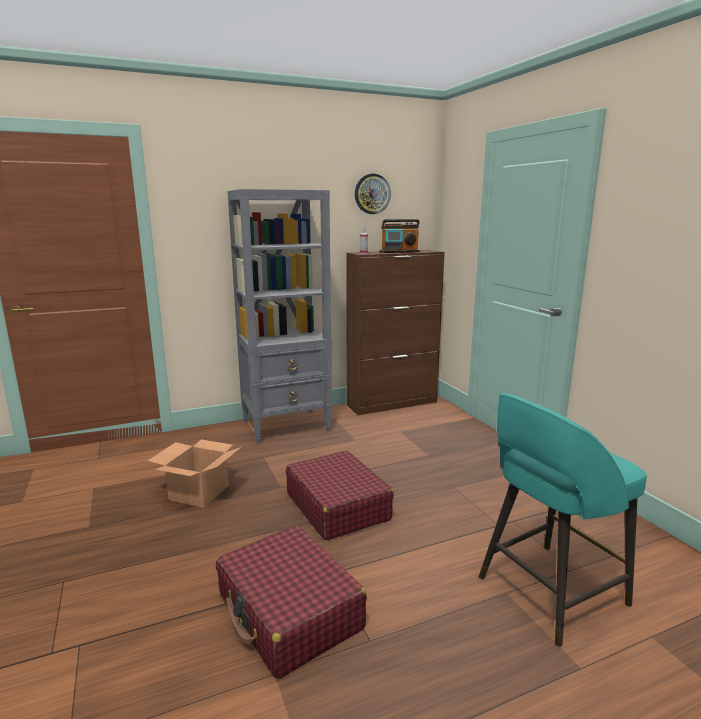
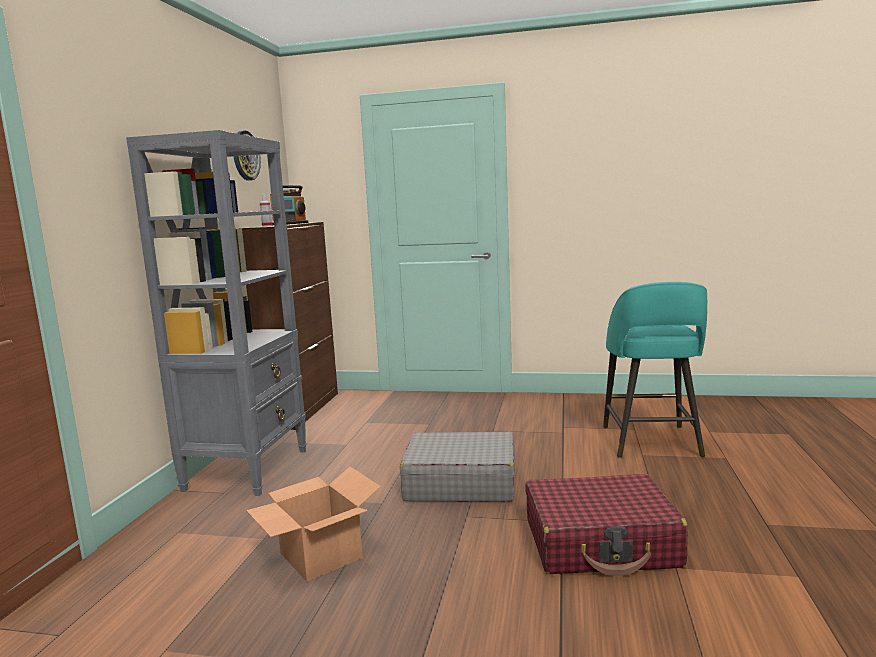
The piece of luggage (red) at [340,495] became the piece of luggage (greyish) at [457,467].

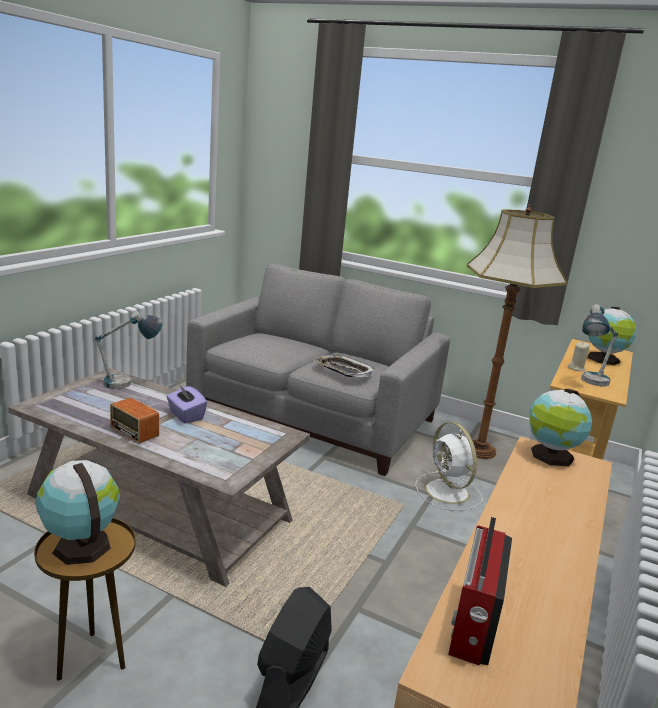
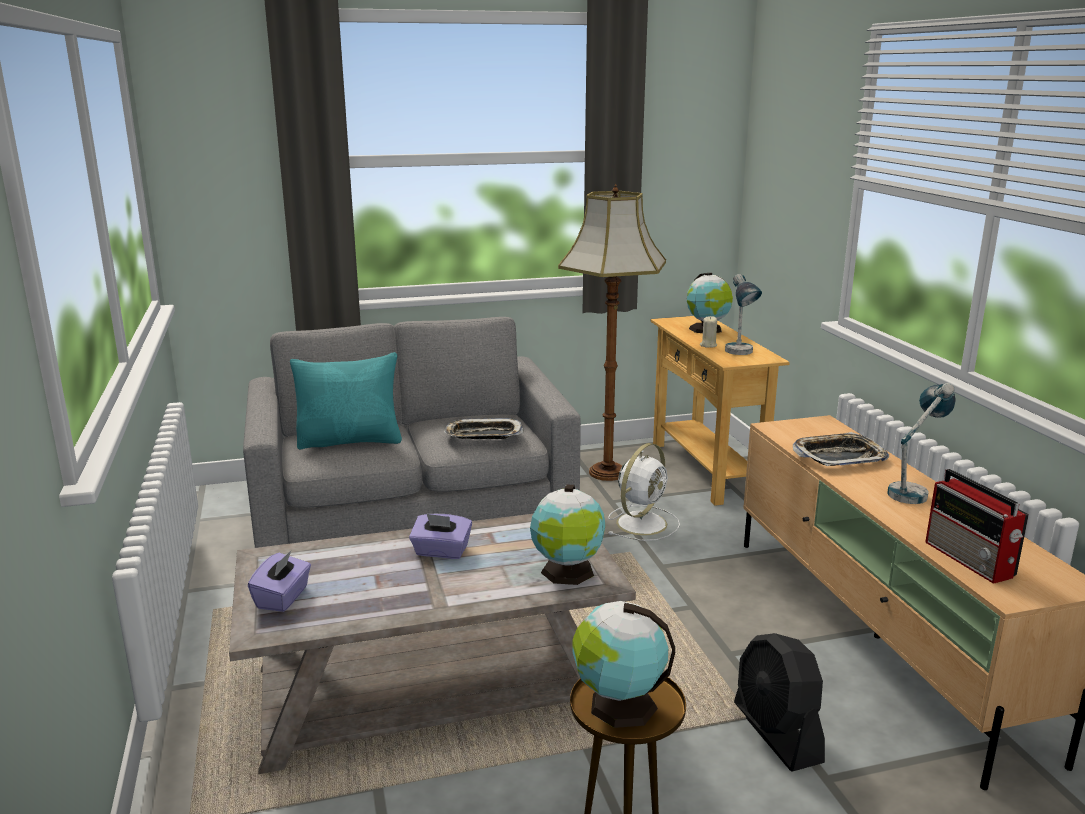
The tissue holder (purple) at [279,581] appeared. The cushion (turquoise-coloured) at [346,400] appeared. The world globe moved from [560,427] to [568,534]. The fan (white-coloured) at [449,466] turned 75 degrees counterclockwise. The tray at [841,449] appeared. The table lamp moved from [129,350] to [921,443]. The radio at [132,421] disappeared.

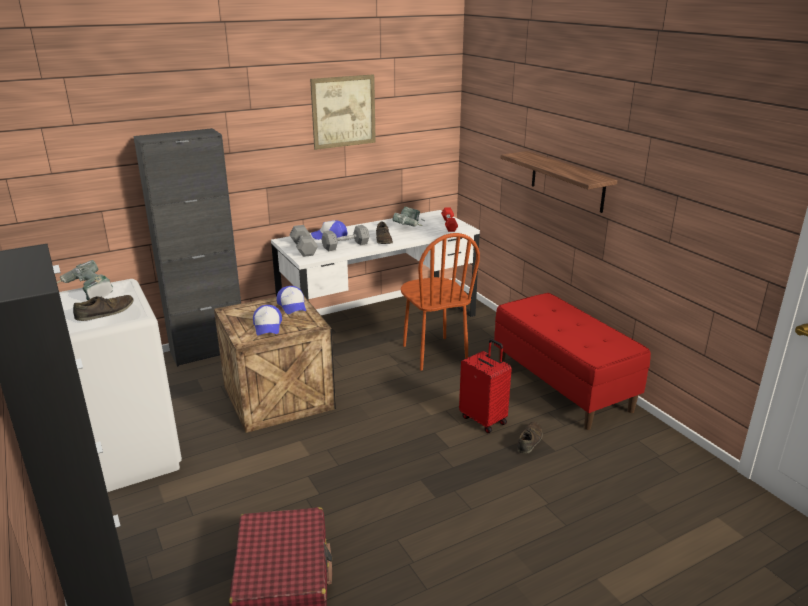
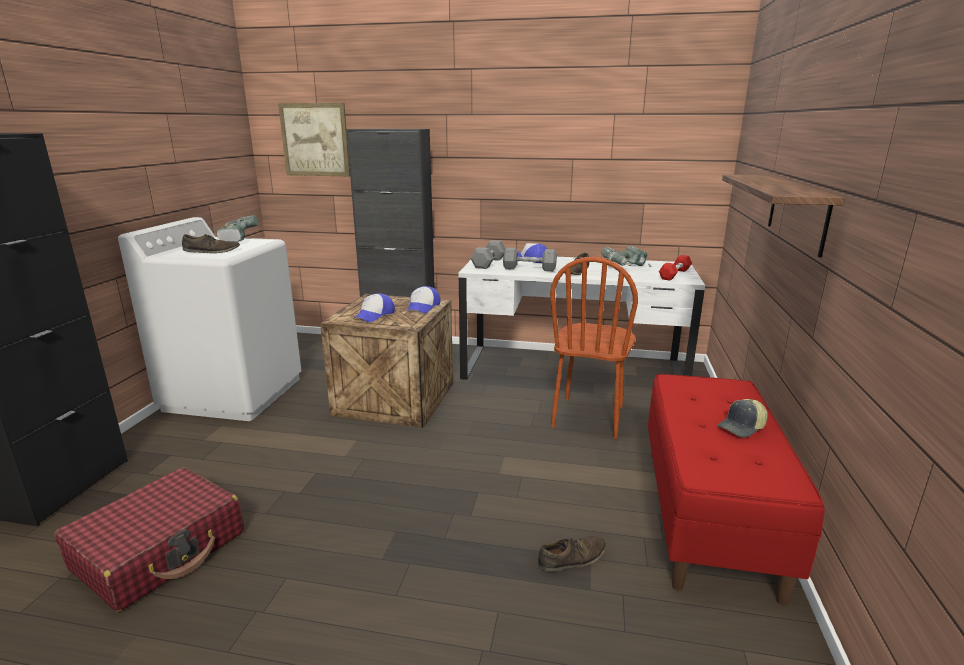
The wall art moved from [343,112] to [314,139]. The peaked cap at [742,418] appeared. The piece of luggage (red) at [485,386] disappeared.

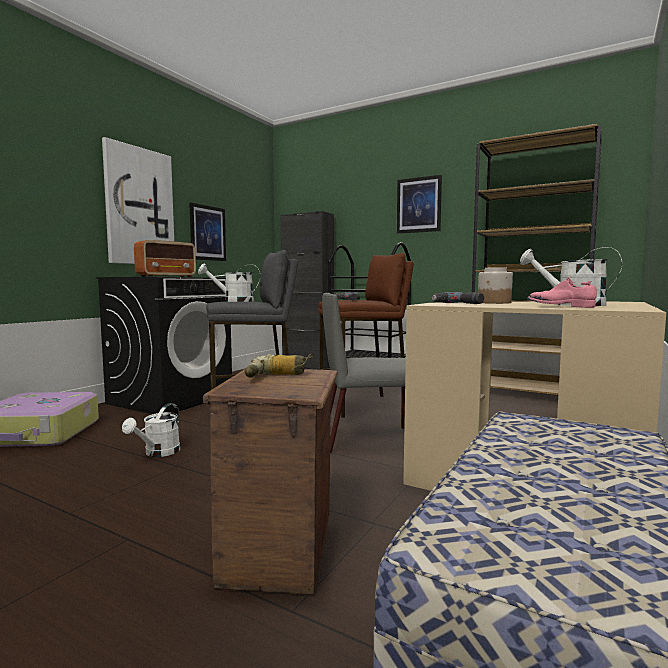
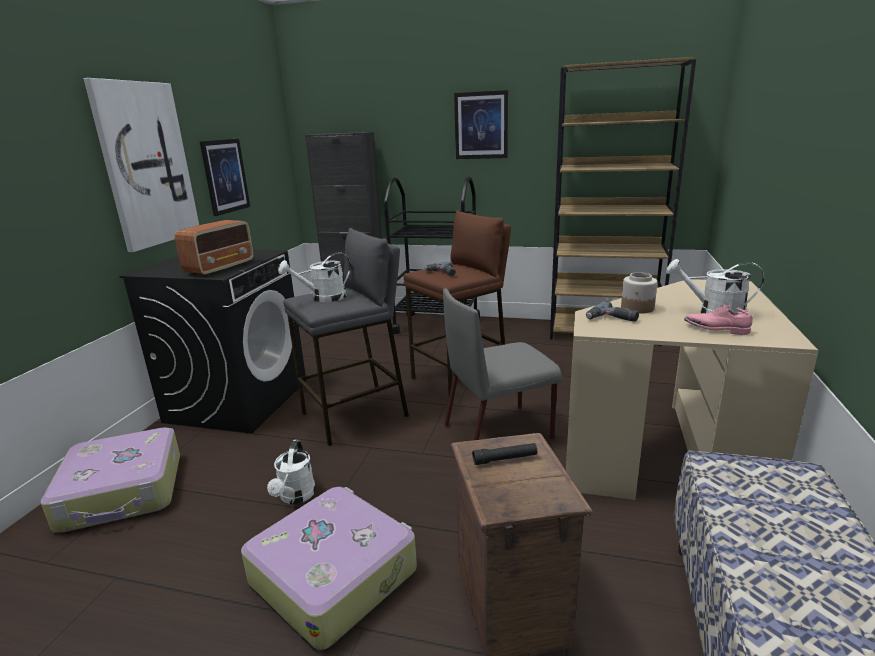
The piece of luggage at [329,568] appeared. The power drill at [279,365] was replaced by the flashlight (blackish) at [504,454].

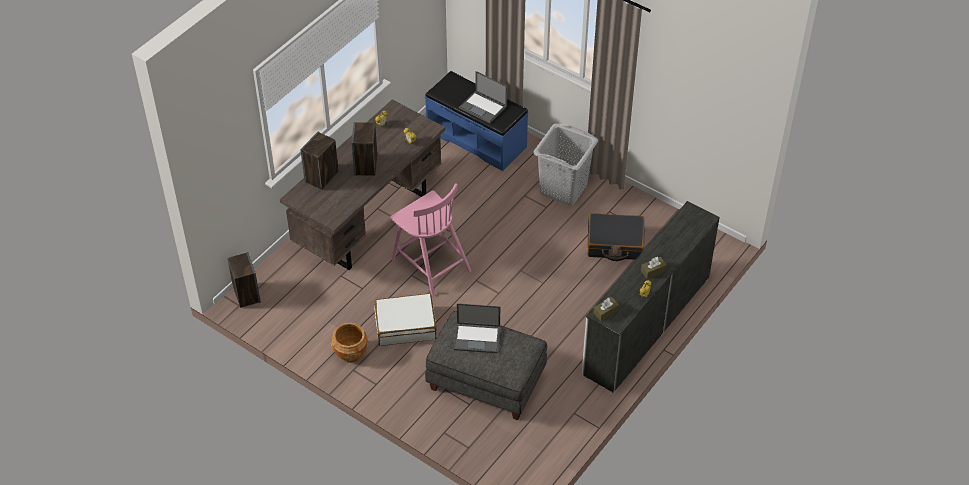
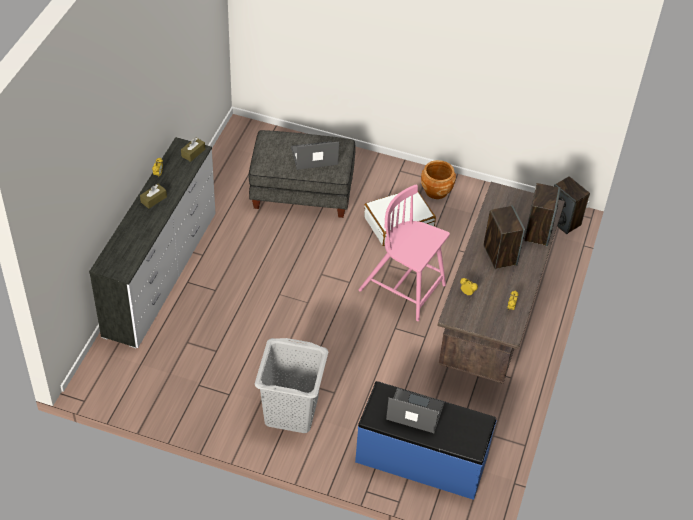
The piece of luggage (blackish) at [615,237] disappeared.

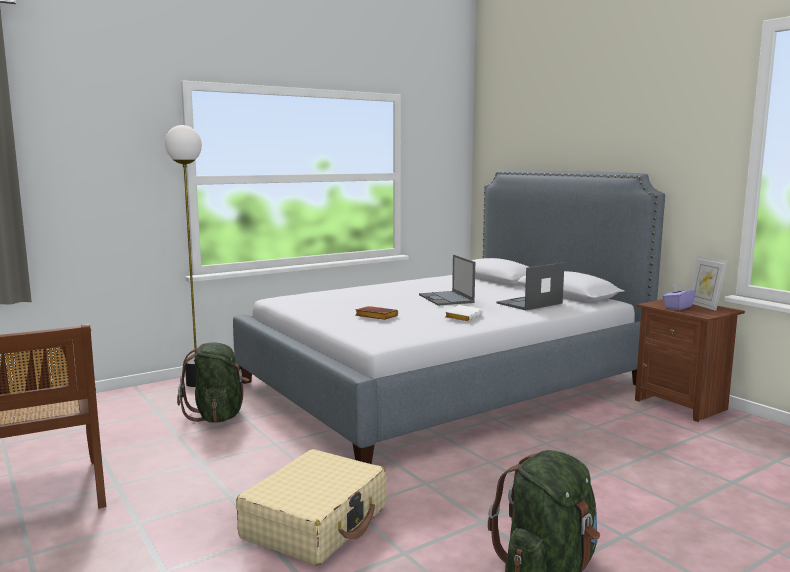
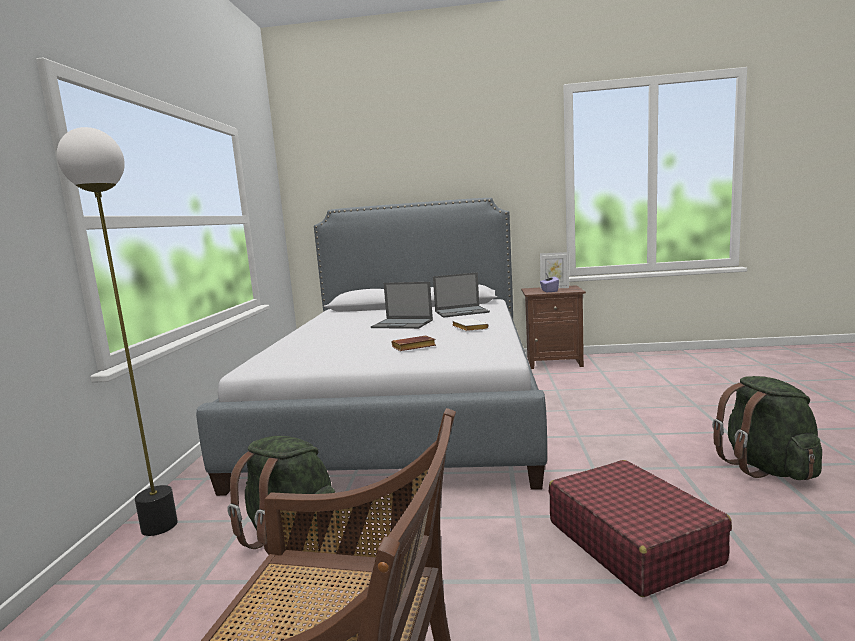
The notebook computer at [530,286] turned 105 degrees counterclockwise. The piece of luggage (sand-coloured) at [311,507] became the piece of luggage (red) at [640,528].

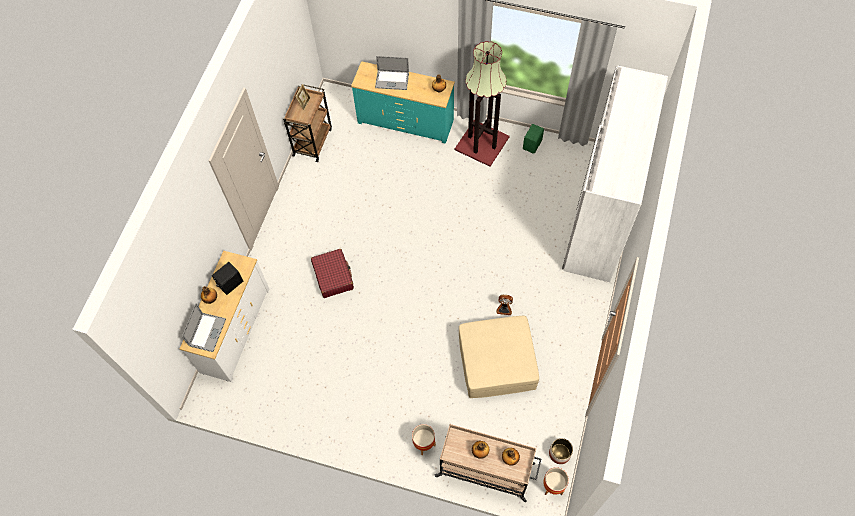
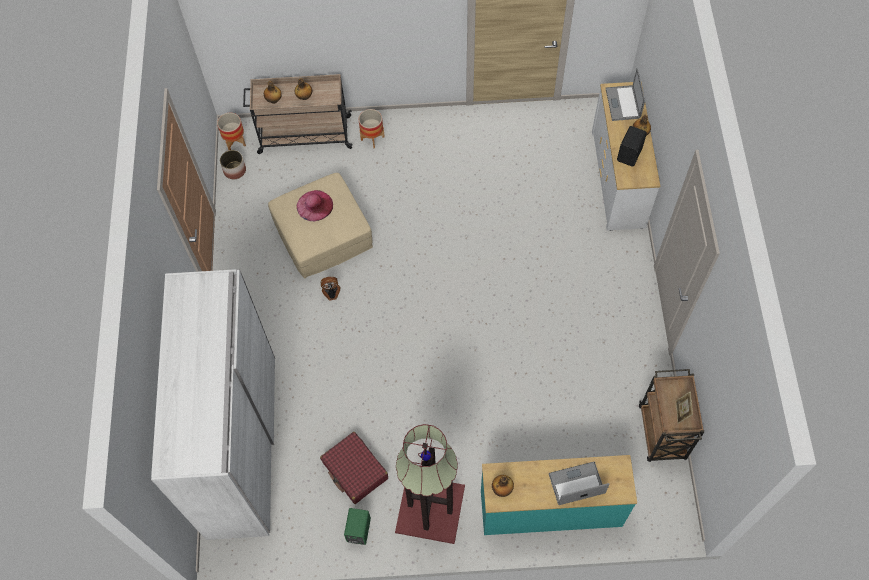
The wearable hat (pink-coloured) at [315,206] appeared. The piece of luggage (red) moved from [332,273] to [354,468].

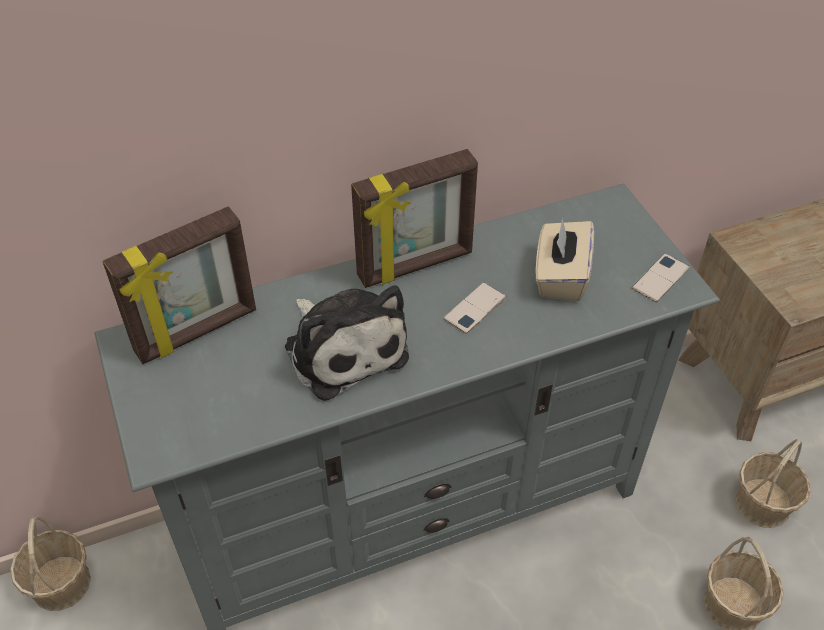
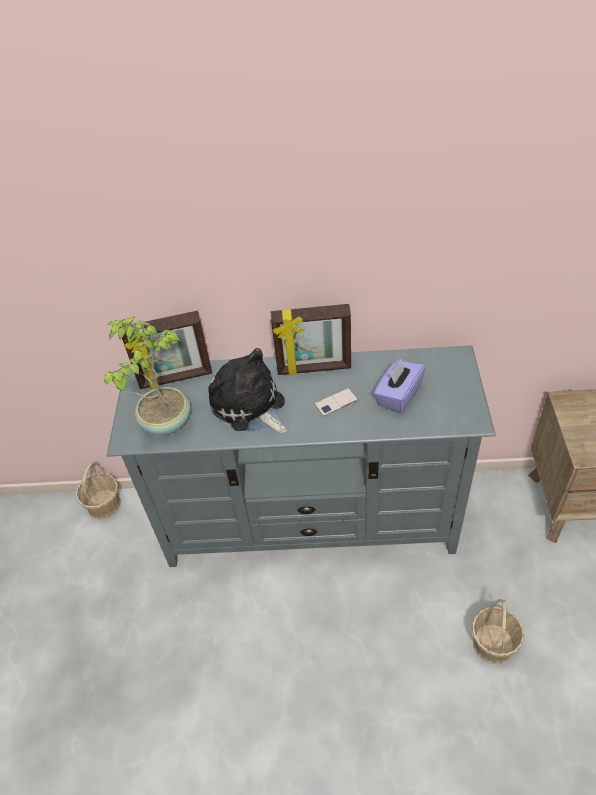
The potted plant at [147,375] appeared. The soft toy at [347,343] turned 150 degrees clockwise. The tissue holder (sand-coloured) at [564,260] became the tissue holder (purple) at [400,386]. The phone at [660,278] disappeared. The basket at [773,483] disappeared.

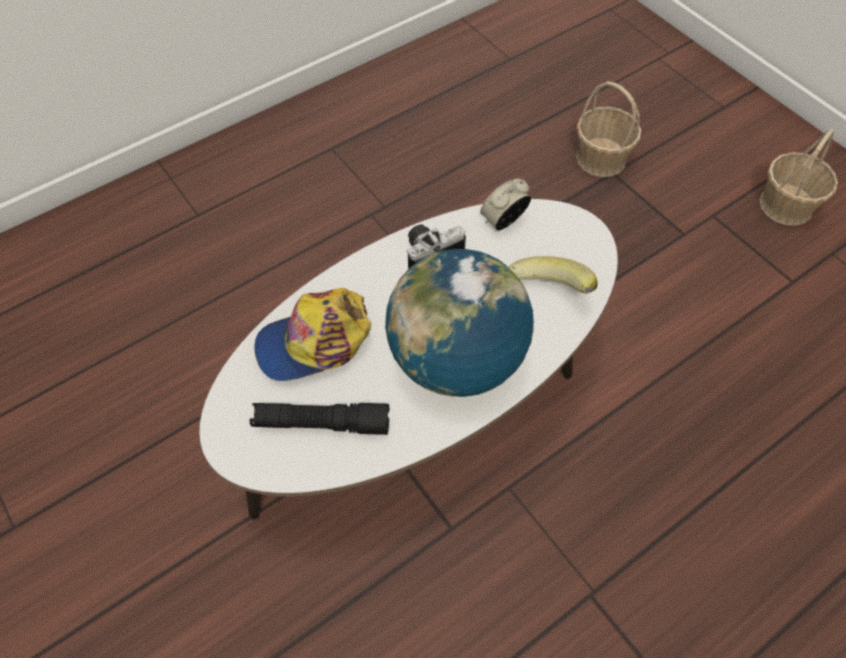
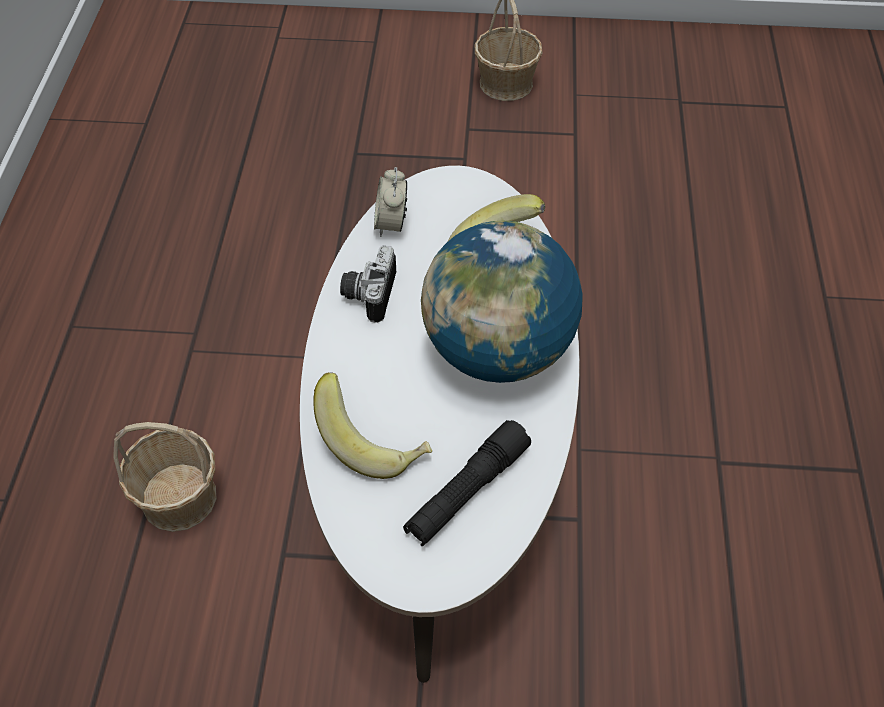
The basket moved from [609,129] to [165,477]. The peaked cap at [312,334] was replaced by the banana at [372,425].

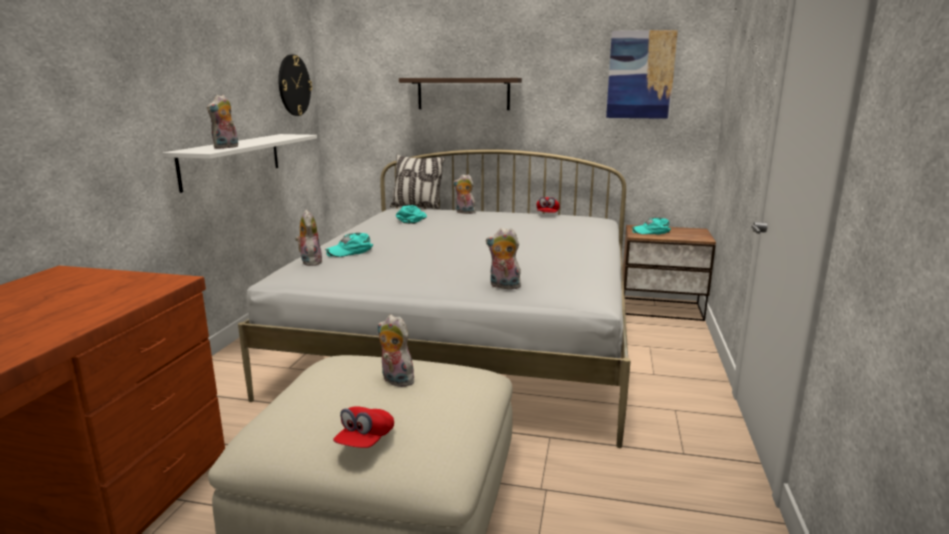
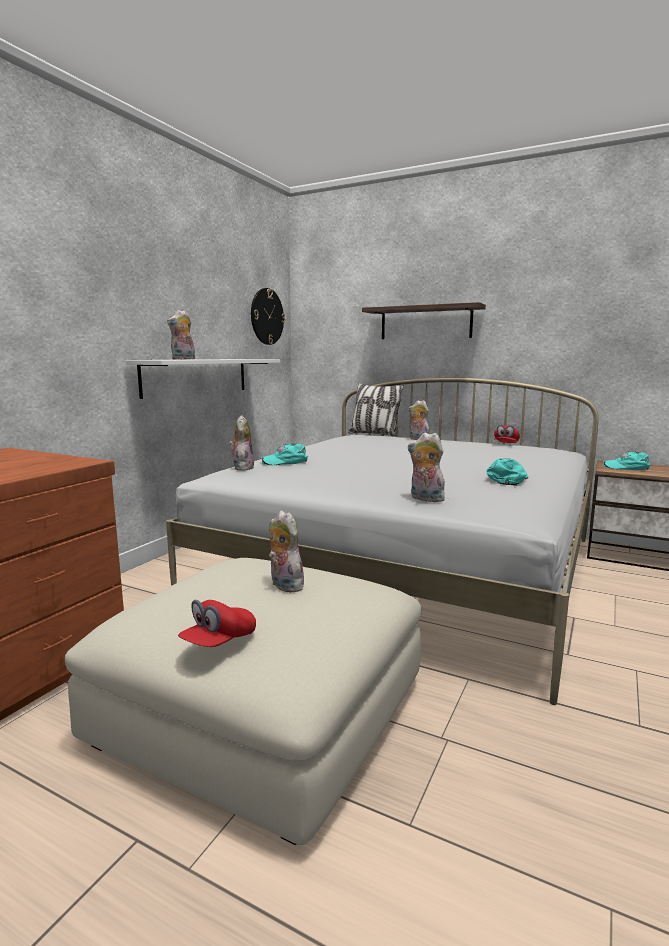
The peaked cap (turquoise-coloured) moved from [411,214] to [507,472]. The wall art at [642,74] disappeared.

